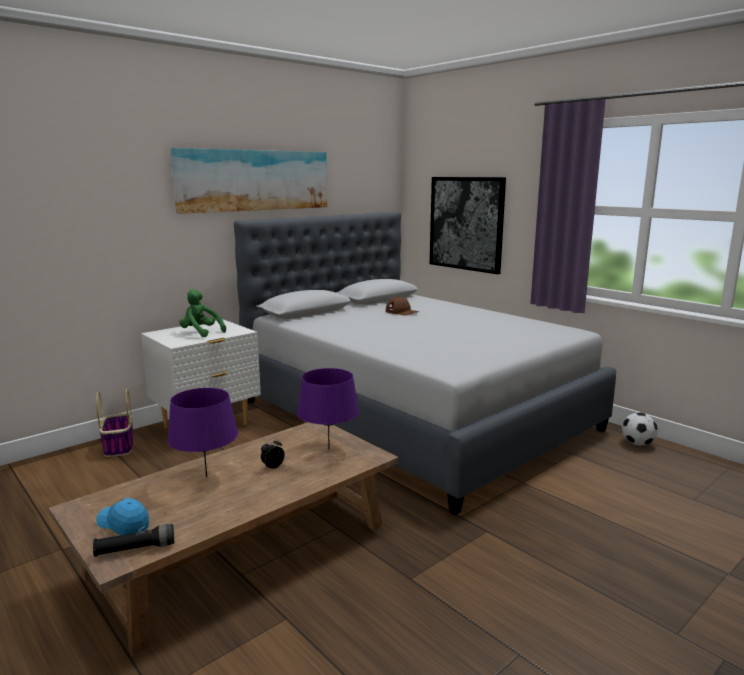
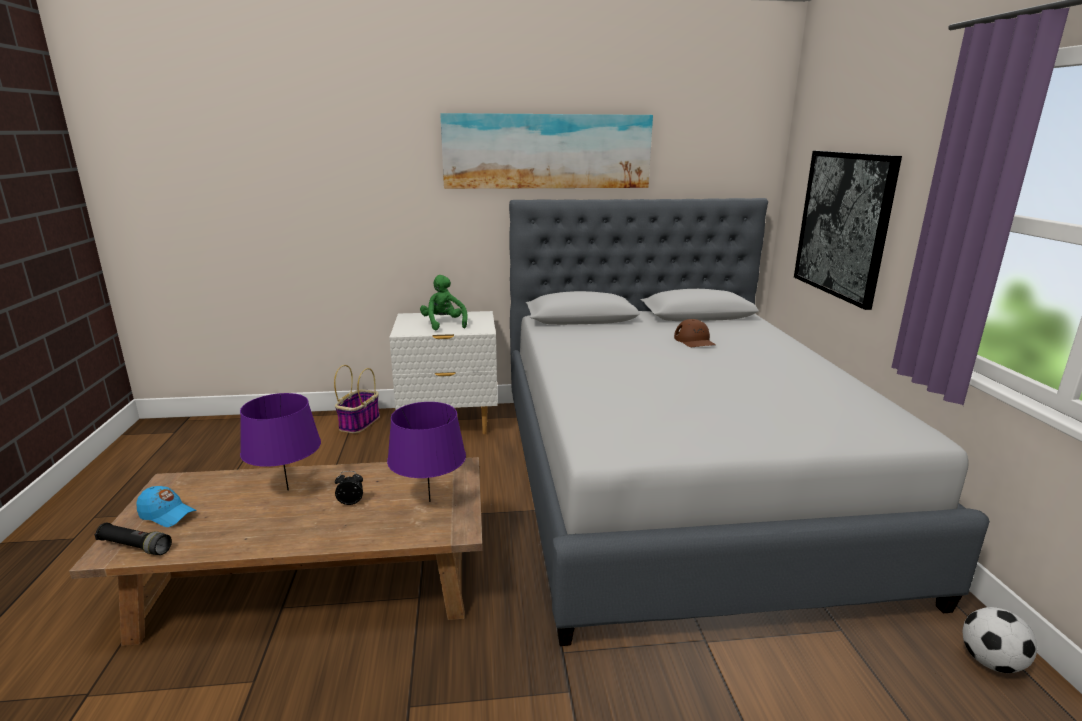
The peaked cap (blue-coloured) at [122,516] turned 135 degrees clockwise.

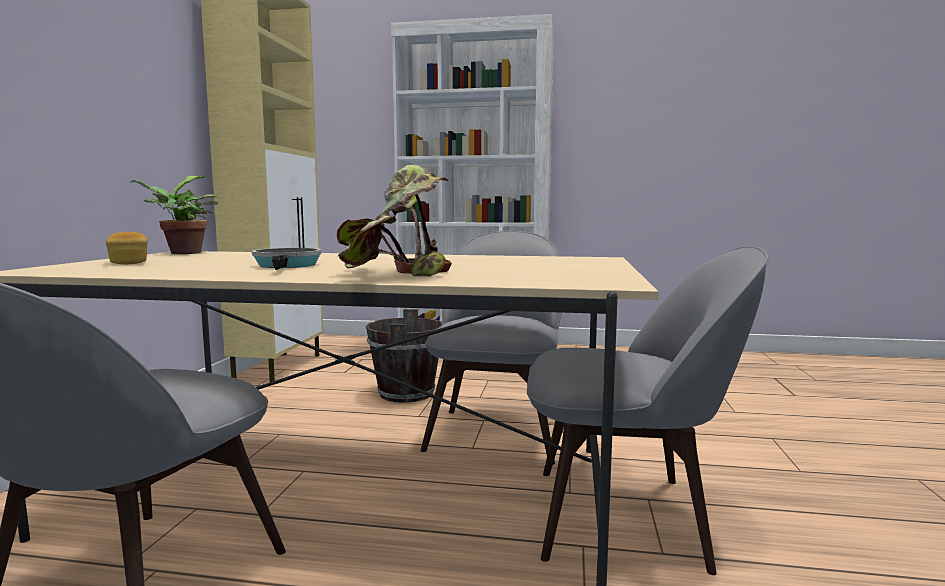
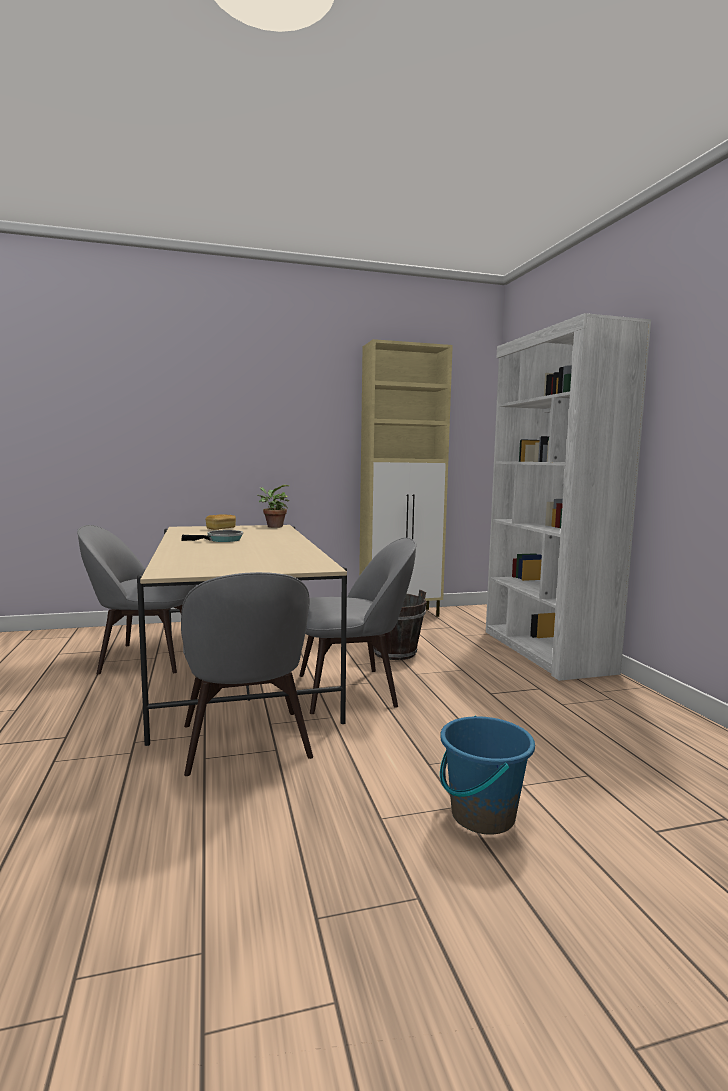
The water bucket (blue-coloured) at [487,775] appeared. The potted plant at [394,220] disappeared.

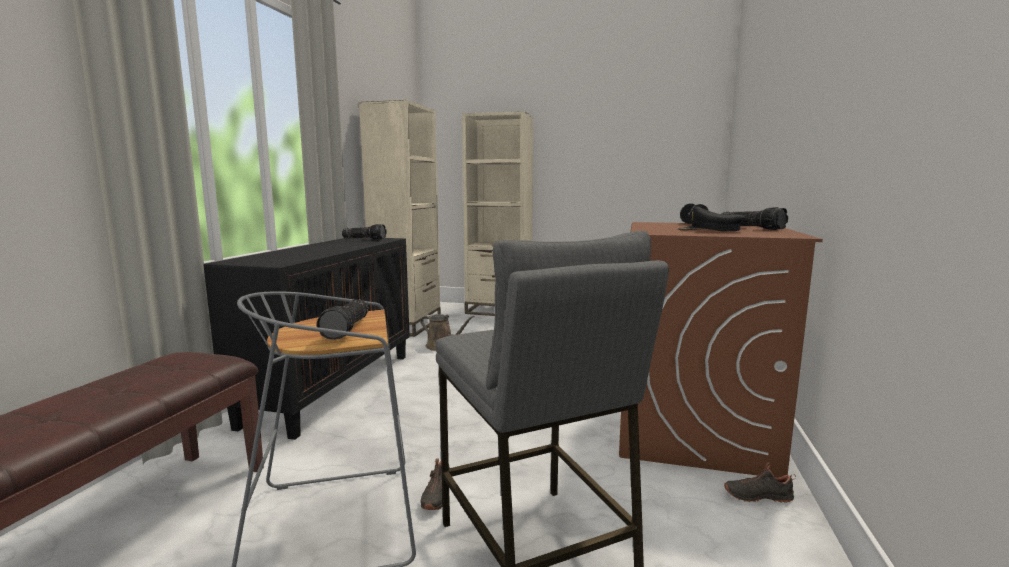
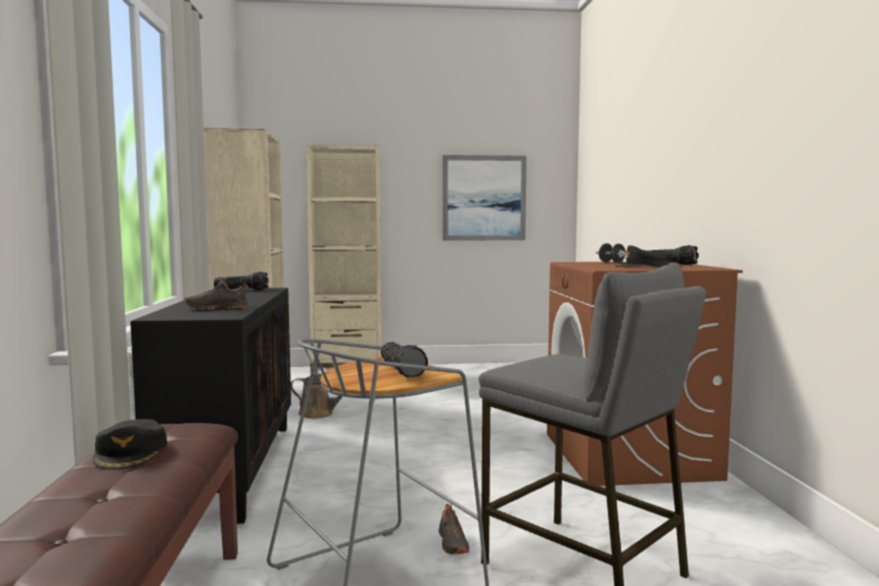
The peaked cap (blackish) at [130,444] appeared. The low shoe (blackish) moved from [760,482] to [216,293]. The wall art at [484,197] appeared.

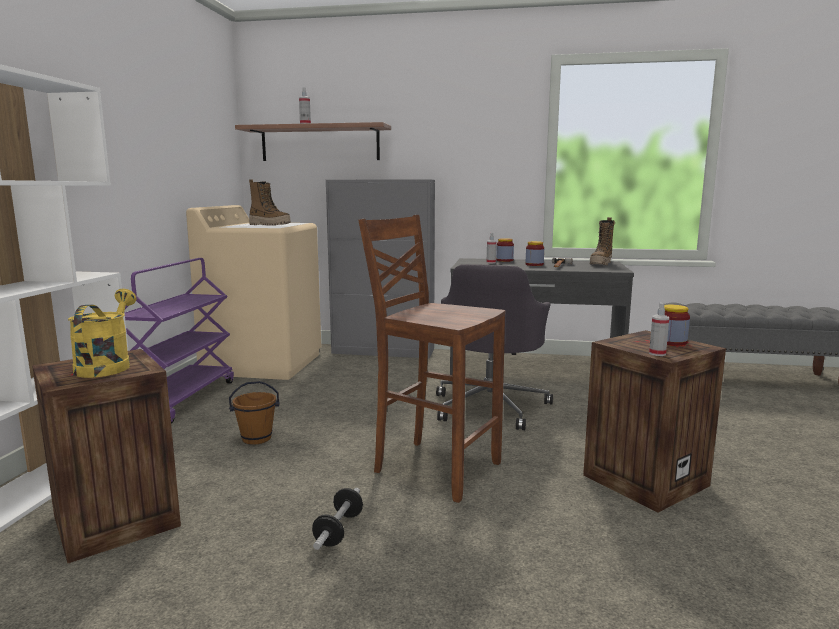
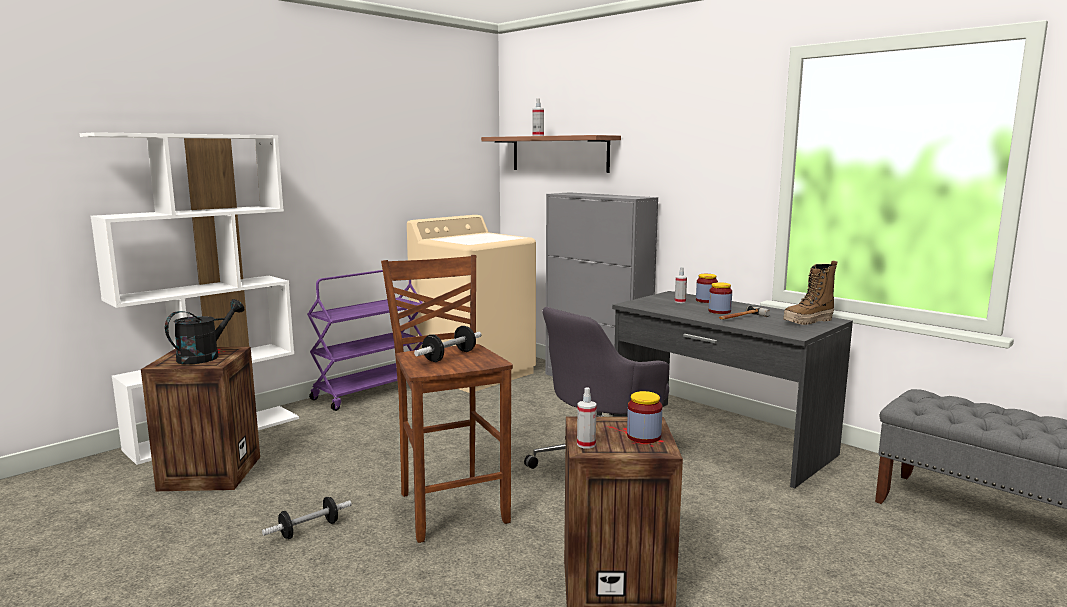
The sprinkling can (yellow) at [102,333] became the sprinkling can (blackish) at [205,332]. The free weight at [447,344] appeared. The water bucket (brown-coloured) at [254,413] disappeared. The boot at [270,202] disappeared.

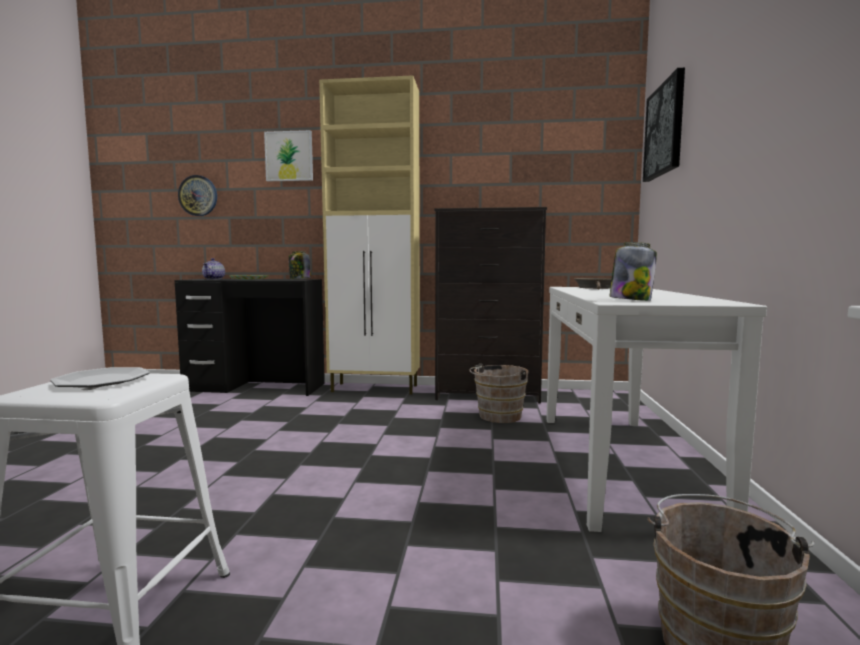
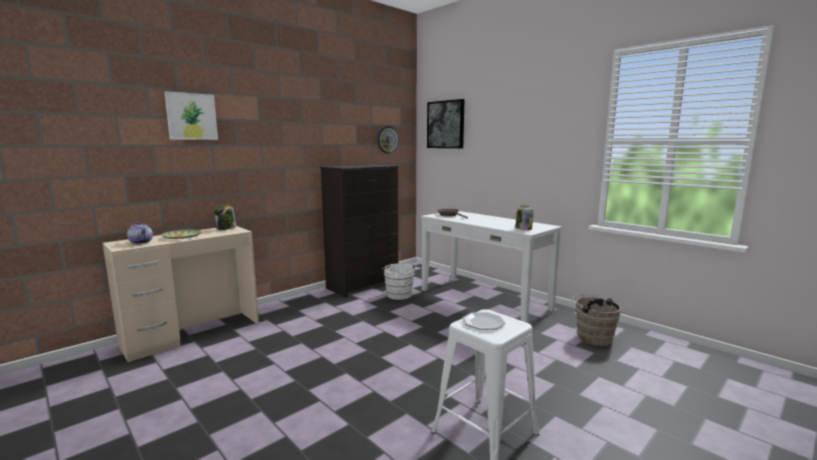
The desk (blackish) at [249,337] became the desk (sand-coloured) at [181,294]. The wall clock moved from [197,195] to [388,140]. The water bucket (brown-coloured) at [499,393] became the water bucket (white-coloured) at [398,281]. The cupboard (sand-coloured) at [369,235] disappeared.

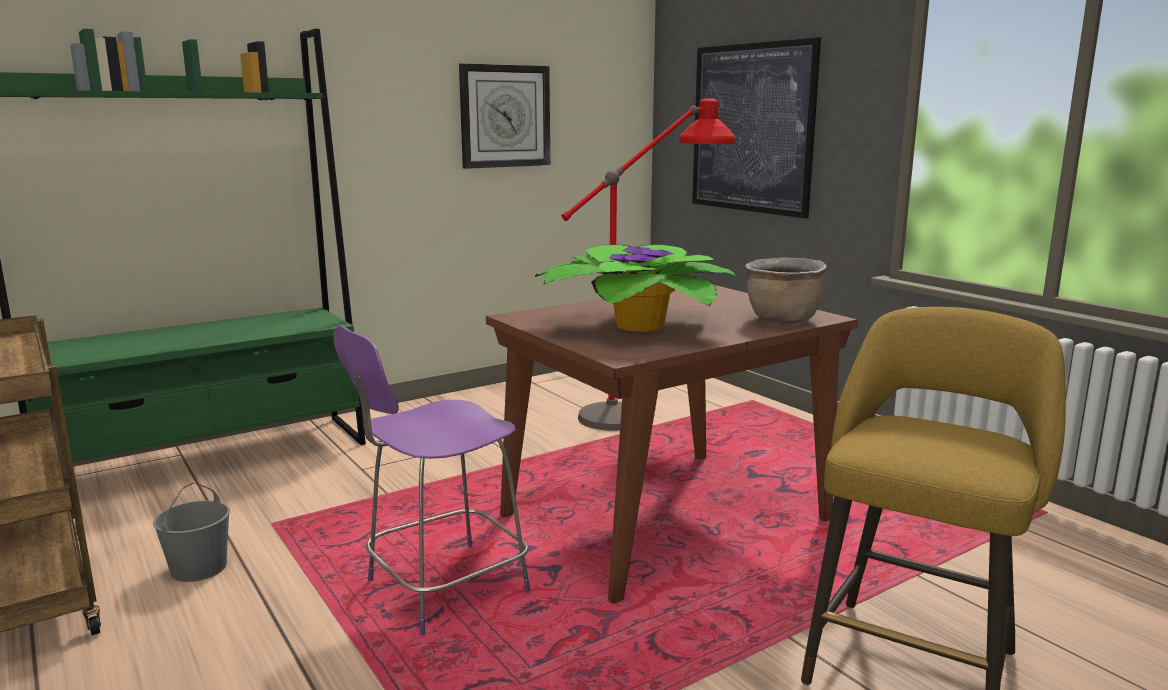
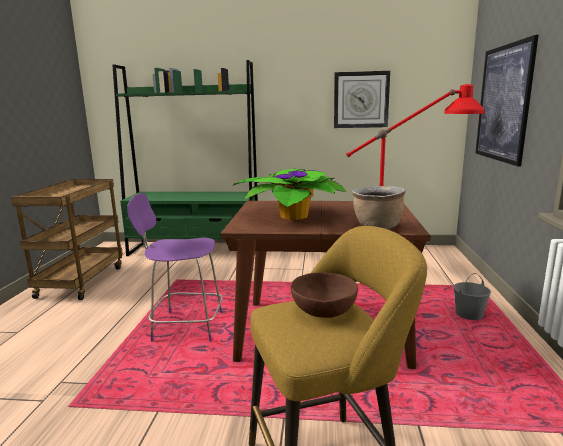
The deep dish (brown-coloured) at [324,295] appeared. The water bucket (greyish) moved from [191,532] to [472,296].

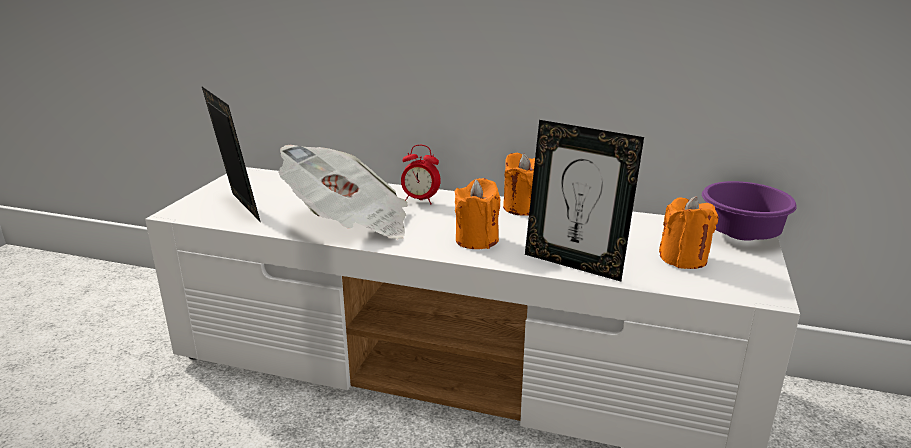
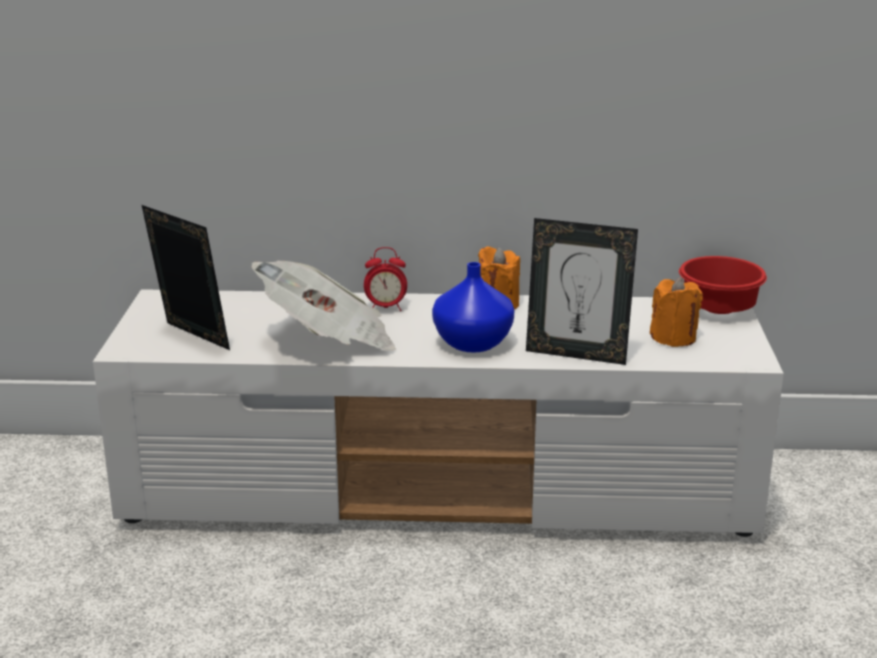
The wax light (orange) at [477,213] was replaced by the flower vase (blue-coloured) at [473,307]. The deep dish (purple) at [749,211] became the deep dish (red) at [723,285].

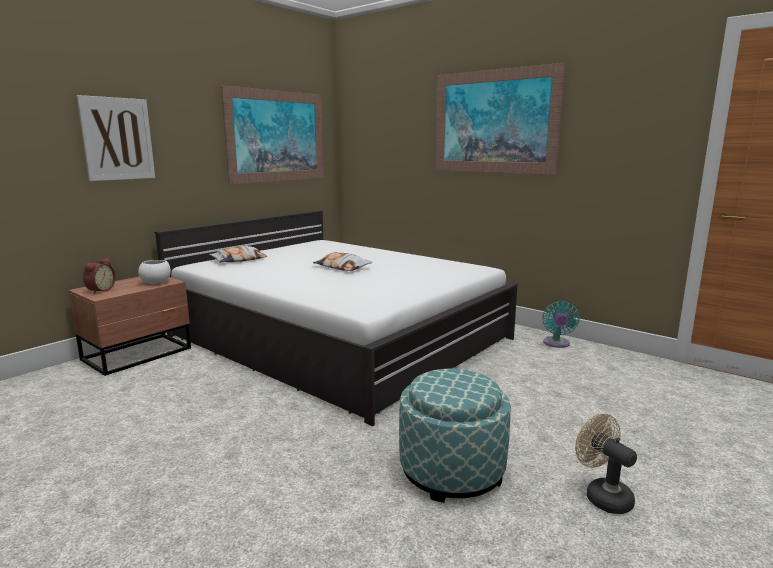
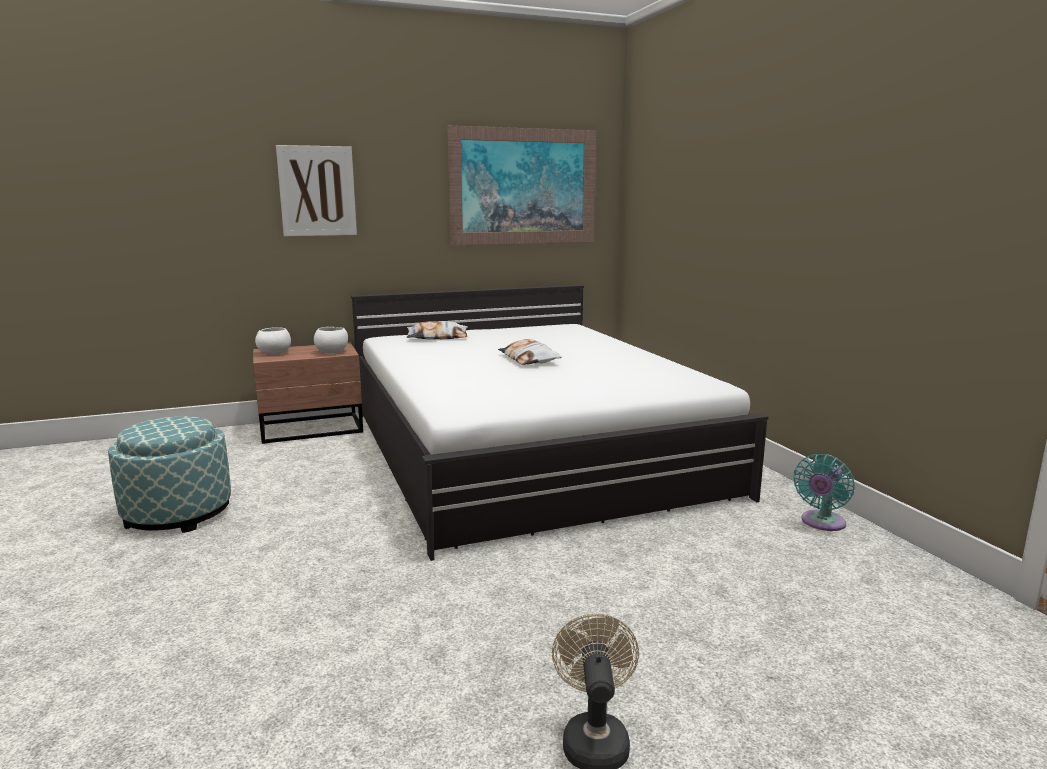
The pouffe moved from [455,436] to [169,474]. The alarm clock at [99,276] was replaced by the deep dish (white-coloured) at [273,340]. The wall art at [500,119] disappeared.

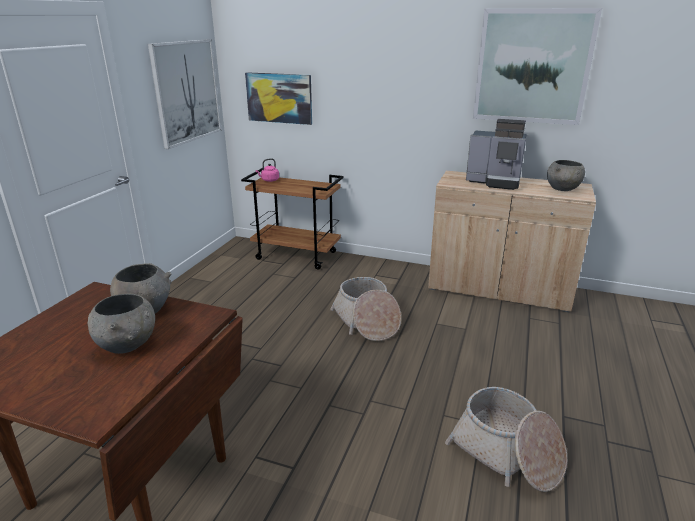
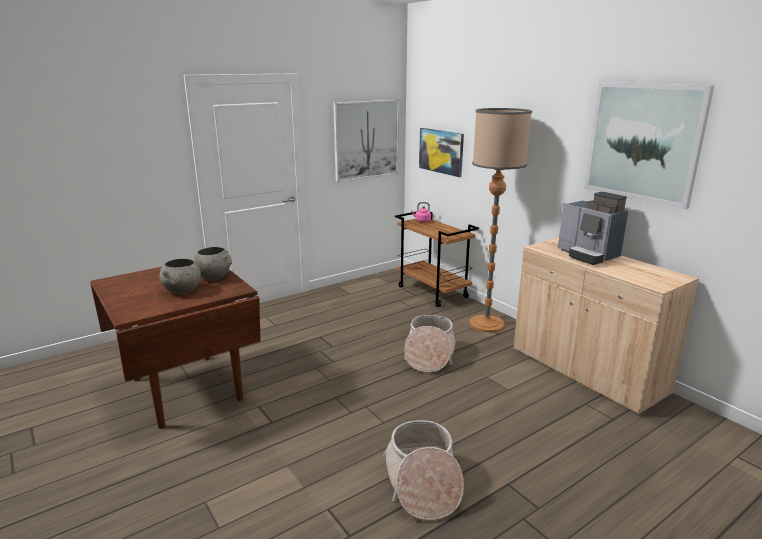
The floor lamp at [500,220] appeared. The deep dish (greyish) at [566,175] disappeared.

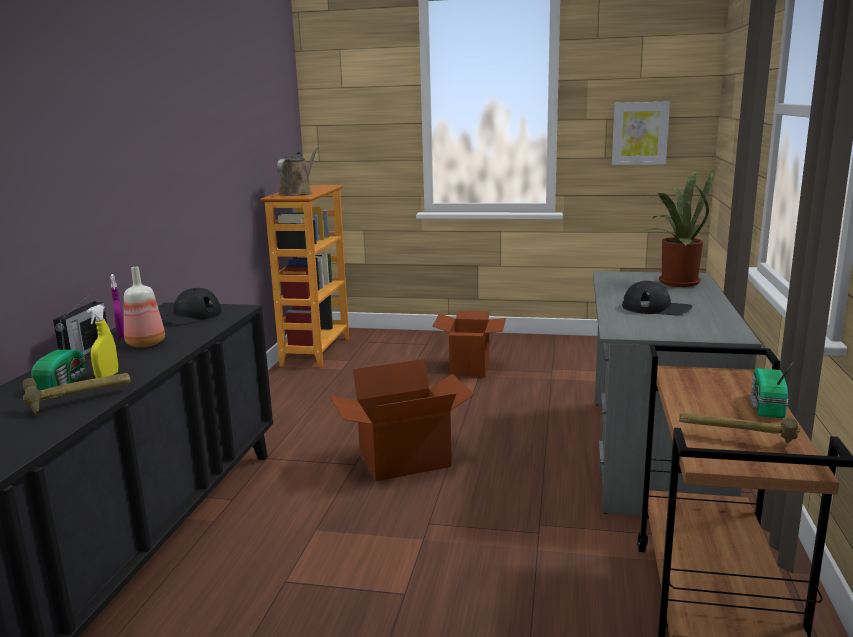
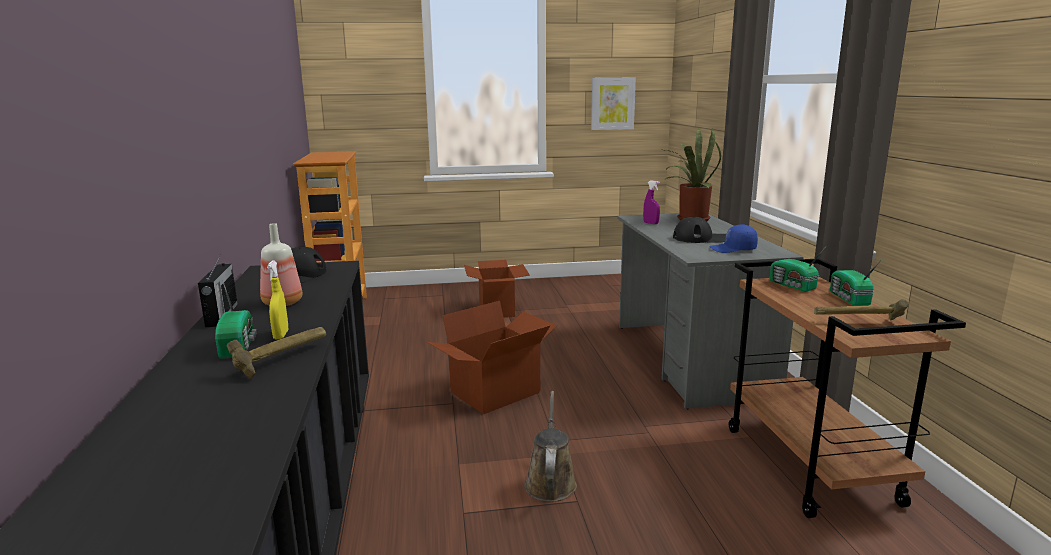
The sprinkling can (brown-coloured) moved from [298,171] to [550,446]. The sprayer (purple) moved from [117,306] to [651,202]. The peaked cap (blue-coloured) at [733,238] appeared. The radio at [798,269] appeared.

